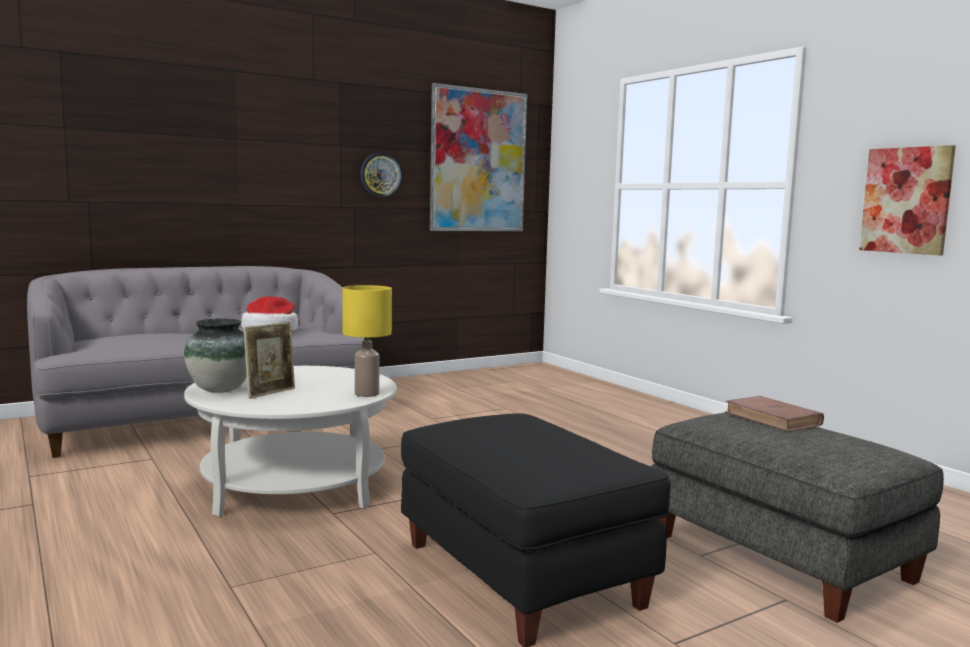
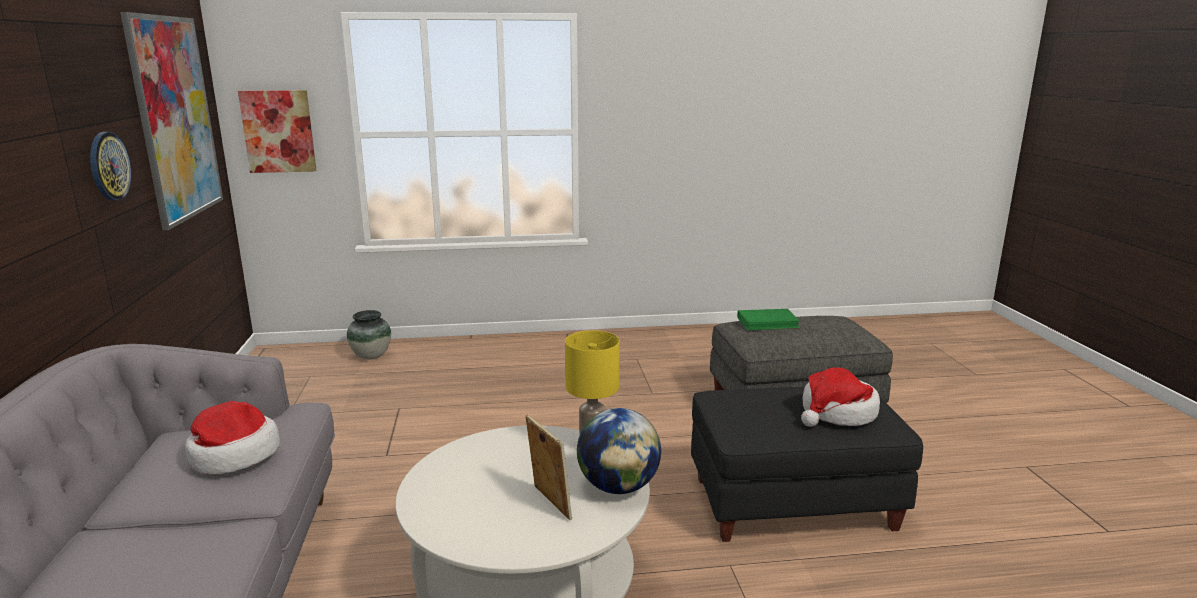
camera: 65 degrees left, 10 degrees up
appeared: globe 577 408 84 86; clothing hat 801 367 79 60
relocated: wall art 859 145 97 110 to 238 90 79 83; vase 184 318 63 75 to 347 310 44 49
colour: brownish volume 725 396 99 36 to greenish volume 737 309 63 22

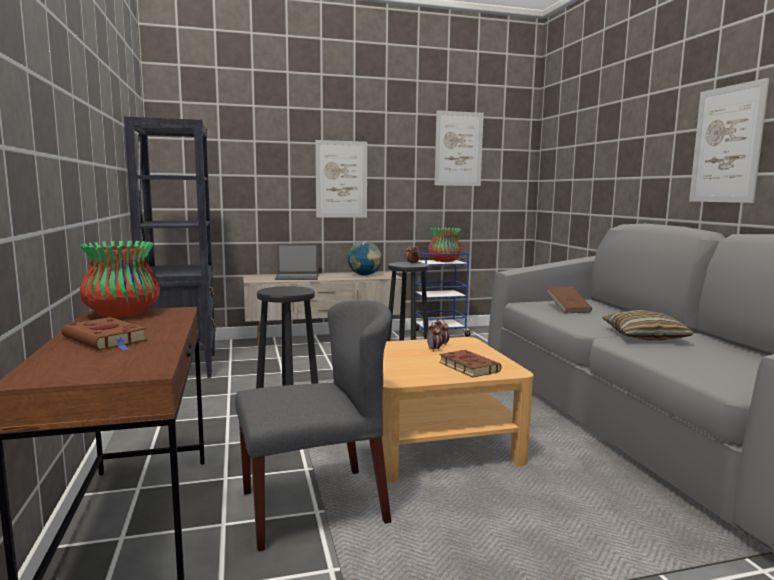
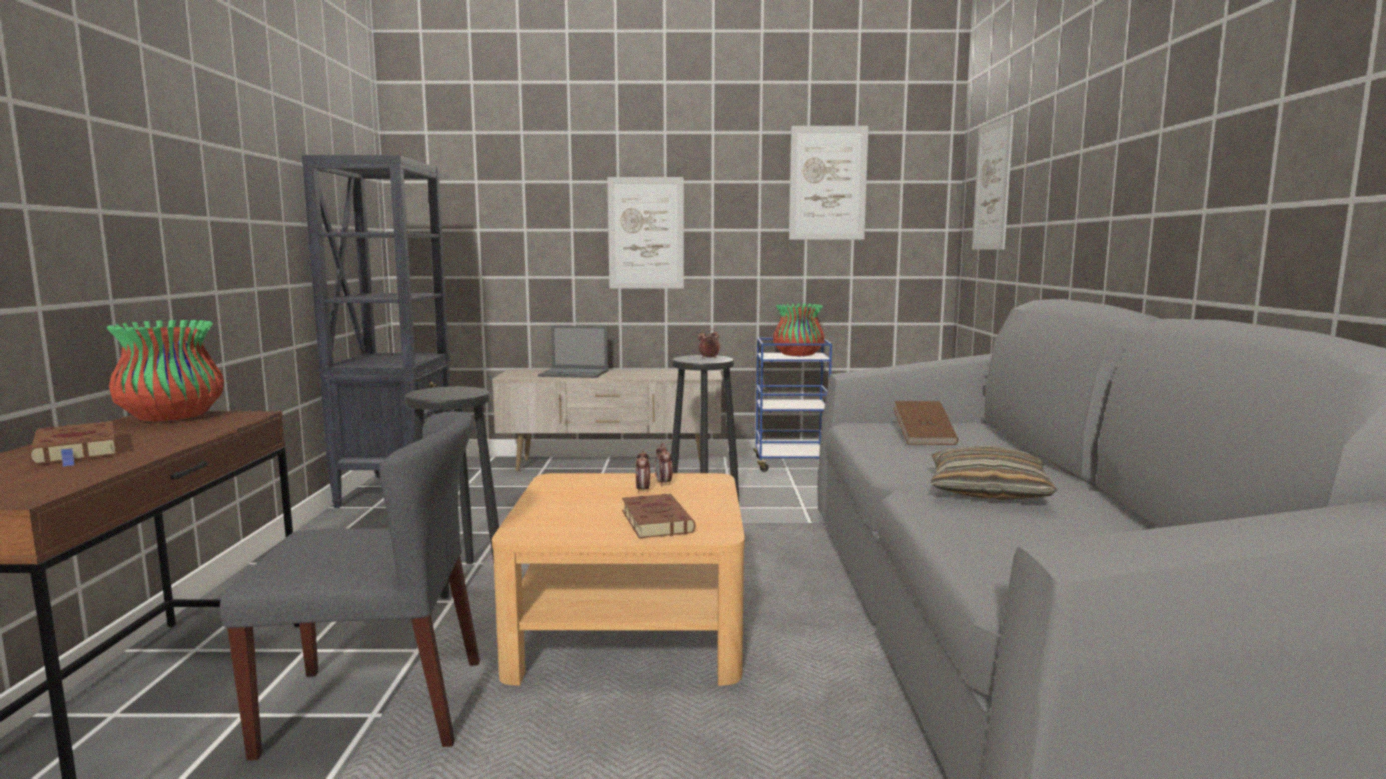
camera: 15 degrees right, 0 degrees up
missing: globe 348 241 34 34
relocated: wall art 689 78 81 125 to 972 115 42 135

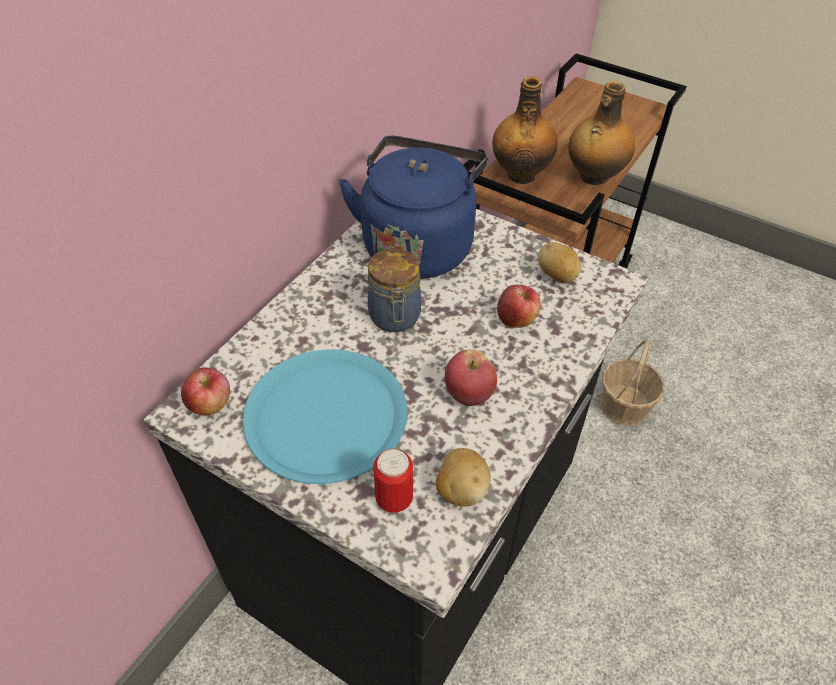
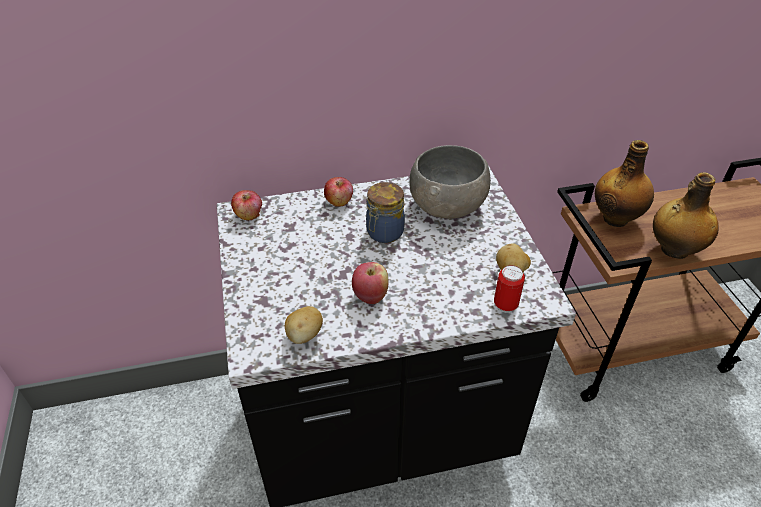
camera: 45 degrees right, 5 degrees down
missing: blue-coloured plate 243 349 164 135; storage basket 600 340 65 86
relocated: apple fruit 497 285 44 43 to 324 177 29 30; can 373 448 40 65 to 494 265 31 48
exchanged: blue-coloured water kettle 338 136 150 143 to greyish serving bowl 409 145 82 74

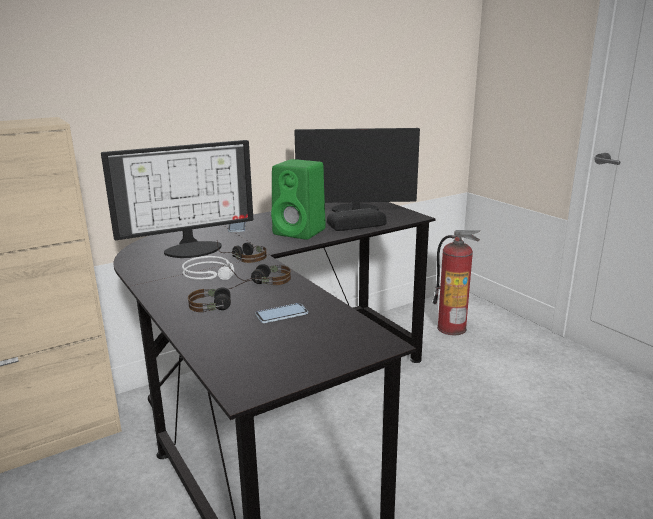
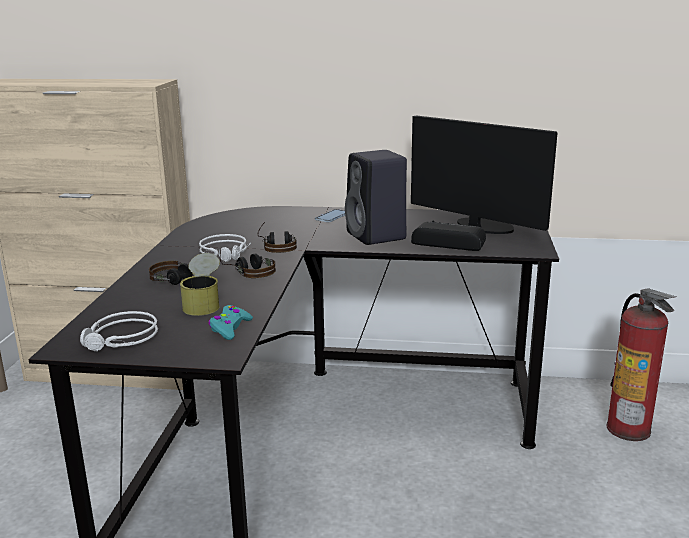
camera: 40 degrees right, 0 degrees up
missing: monitor 101 140 152 118
appeared: greyish pair of headphones 80 311 78 41; turquoise-coloured game controller 208 305 45 35
exchanged: handset 255 303 53 20 to can 180 253 40 63
colour: greenish loudspeaker 271 159 55 81 to blackish loudspeaker 345 150 62 95

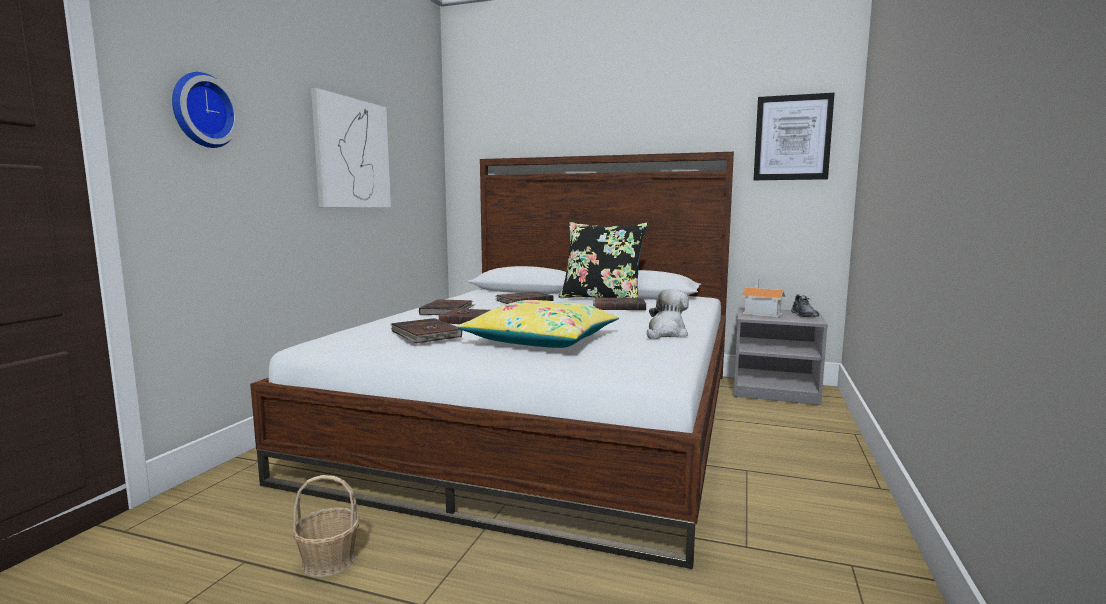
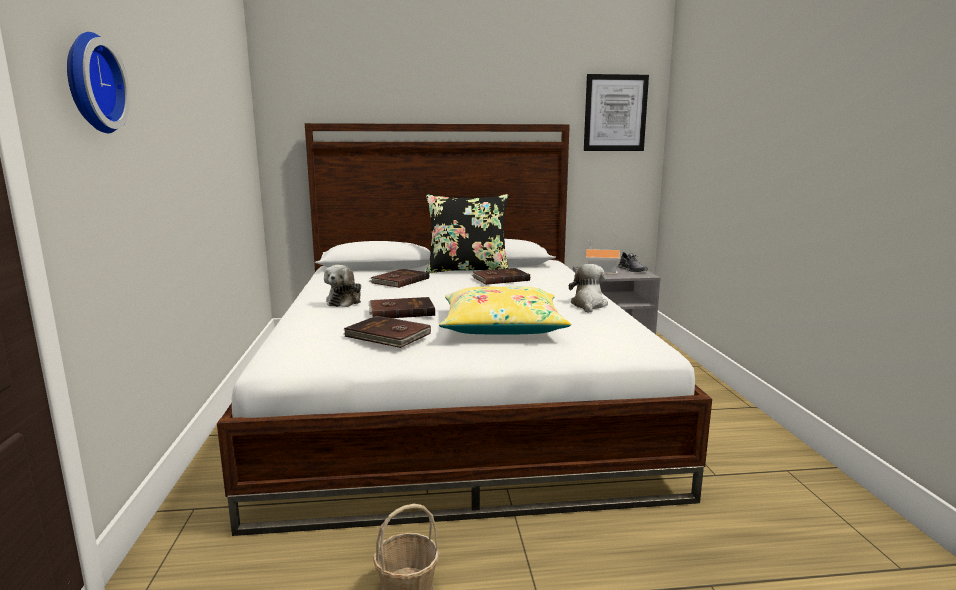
camera: 25 degrees left, 5 degrees up
missing: wall art 311 88 80 119
exchanged: brownish volume 419 299 56 16 to plush toy 324 265 37 42

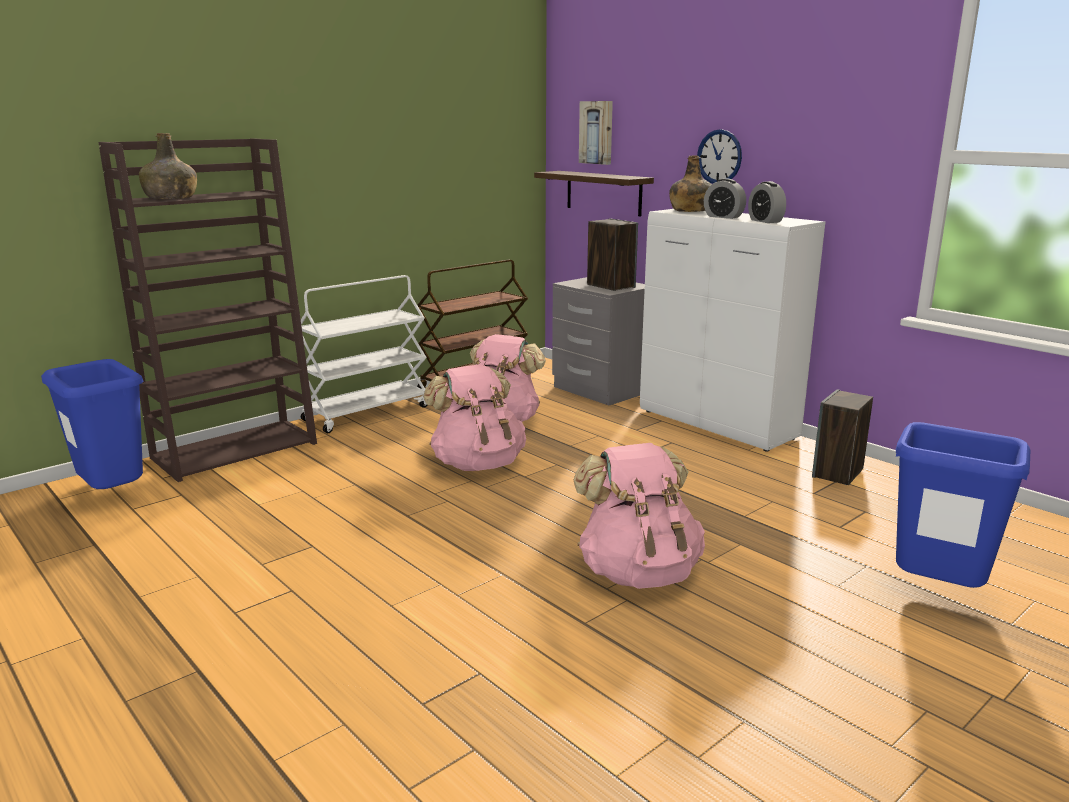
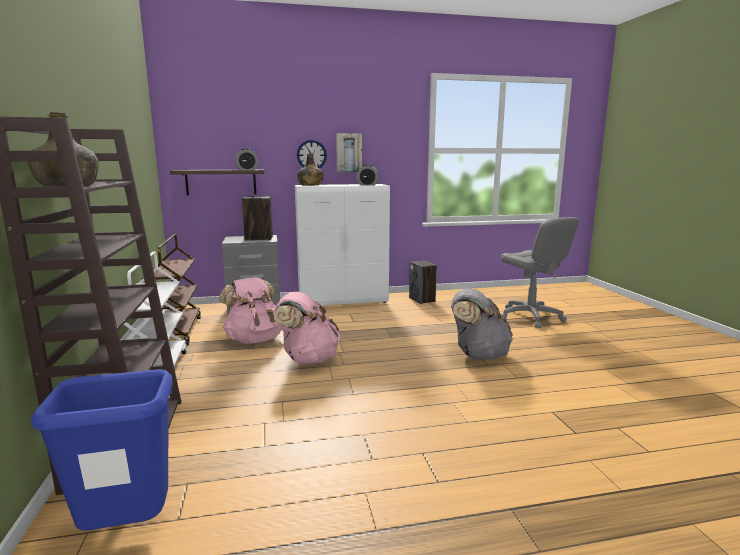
camera: 60 degrees left, 5 degrees down
relocated: bedside clock 704 179 42 40 to 235 148 23 22; wall art 579 101 34 64 to 336 133 26 39
exchanged: blue-coloured rubbish bin 896 422 134 166 to greyish office chair 501 217 78 111
colour: pink-coloured rucksack 574 443 131 146 to greyish rucksack 451 289 62 71

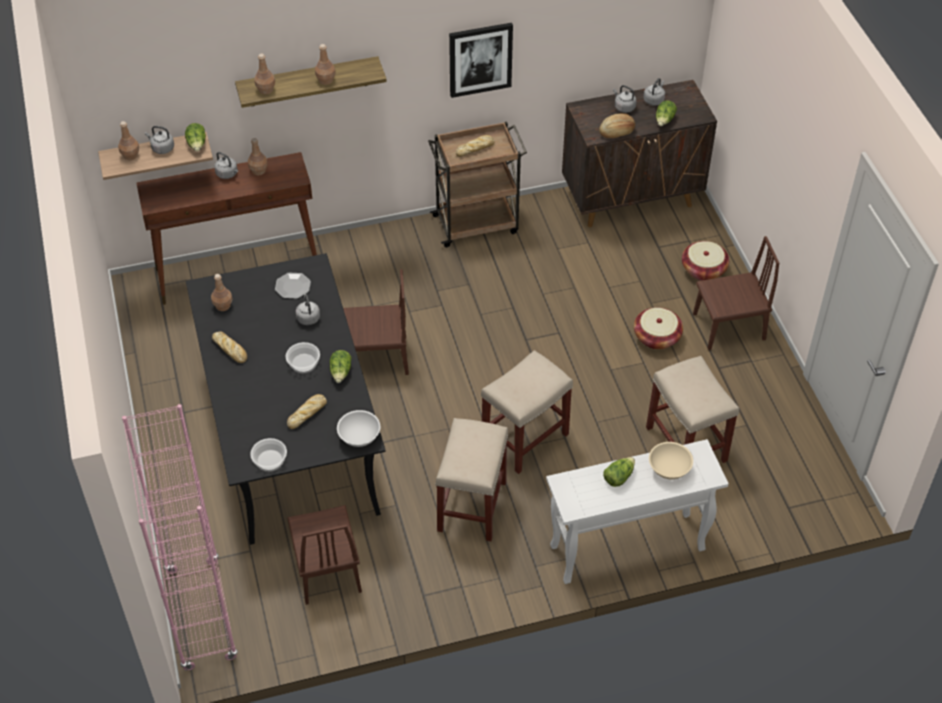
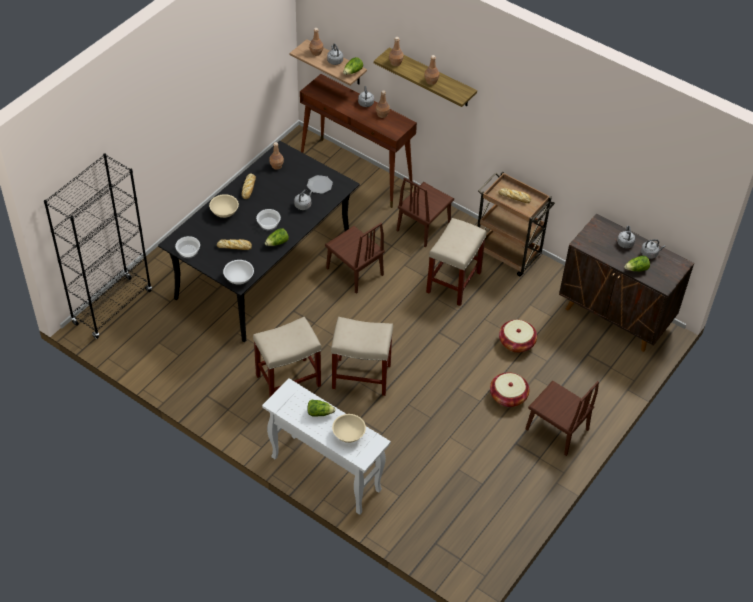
camera: 50 degrees right, 0 degrees up
missing: wall art 449 23 64 75; bakery bread 599 113 36 25
appeared: sand-coloured serving bowl 209 194 30 24
relocated: brownish upright chair 287 505 75 100 to 396 178 58 69; sand-coloured stool seat 646 356 93 107 to 426 218 60 88; storage basket 682 241 47 40 to 499 320 38 33
colour: pink-coloured bookshelf 122 404 116 267 to blackish bookshelf 44 153 108 186

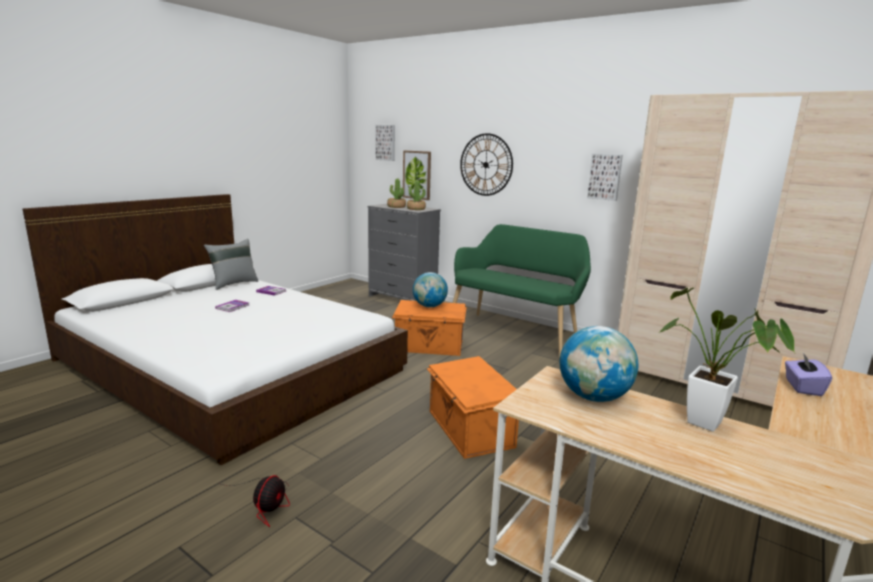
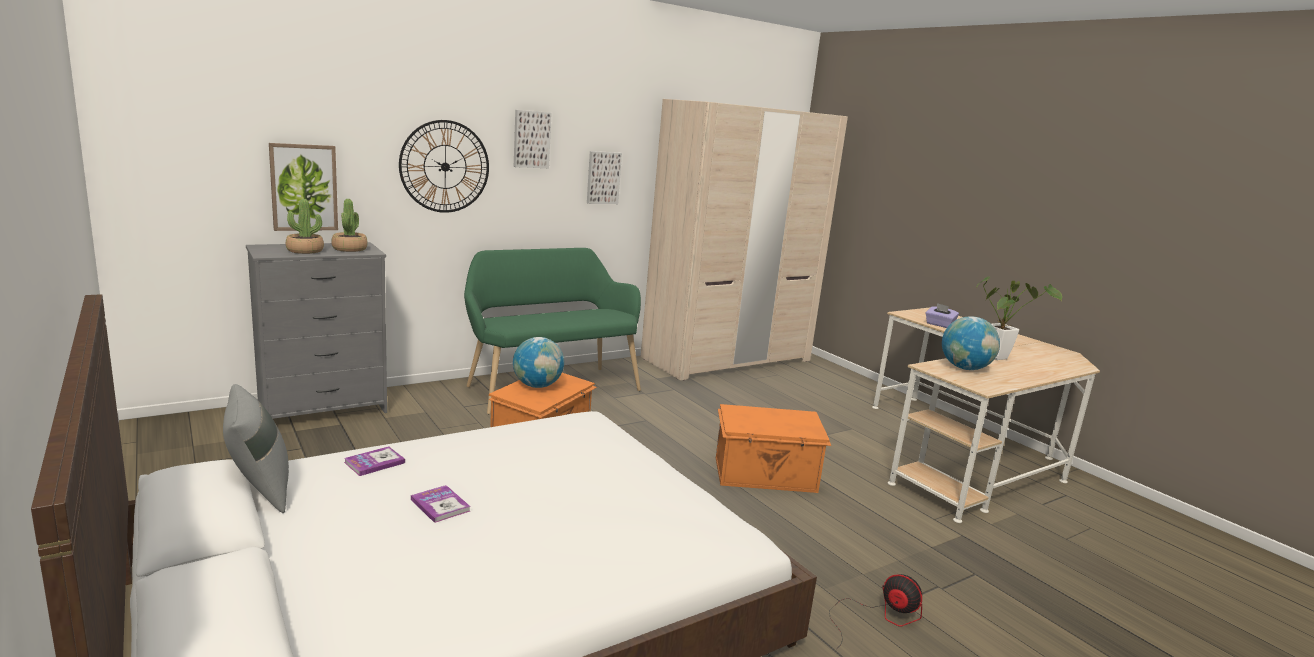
camera: 70 degrees left, 0 degrees up
relocated: wall art 376 125 19 36 to 514 110 38 58

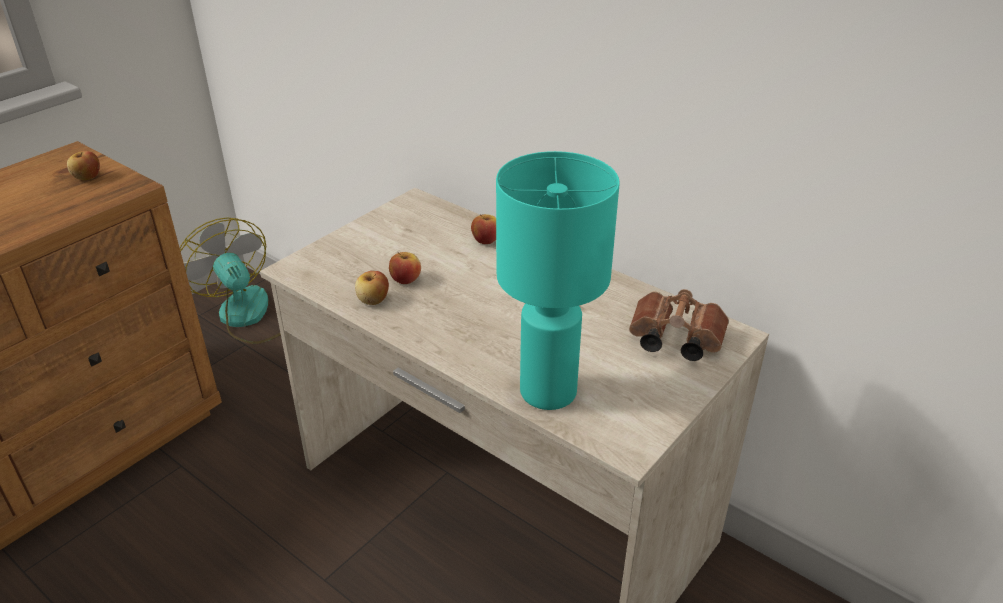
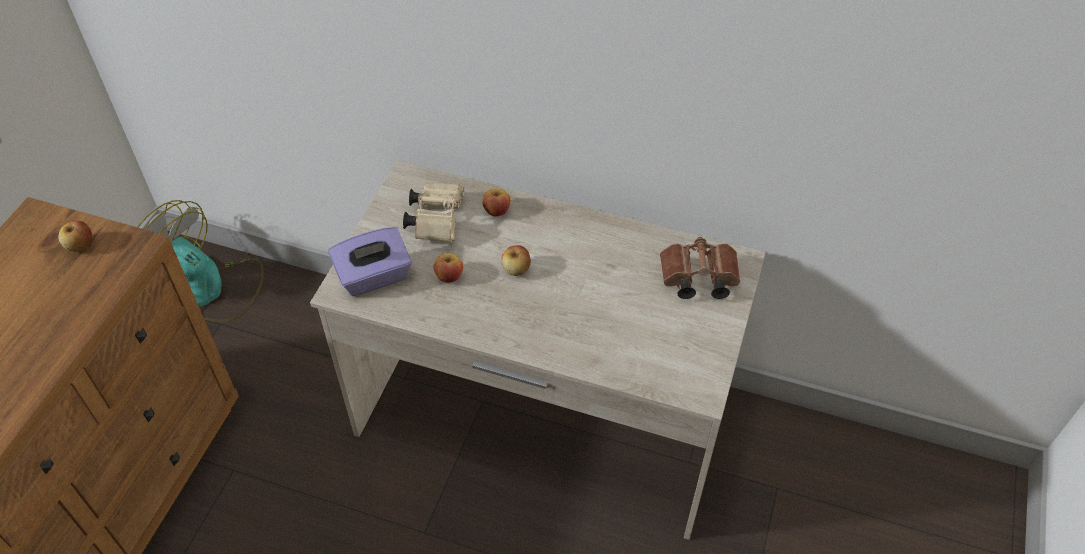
camera: 20 degrees left, 15 degrees up
missing: turquoise-coloured table lamp 496 151 123 259
appeared: purplish box of tissues 328 227 84 69; sand-coloured field glasses 403 182 61 61
relocated: apple fruit 355 271 34 34 to 501 245 30 31

